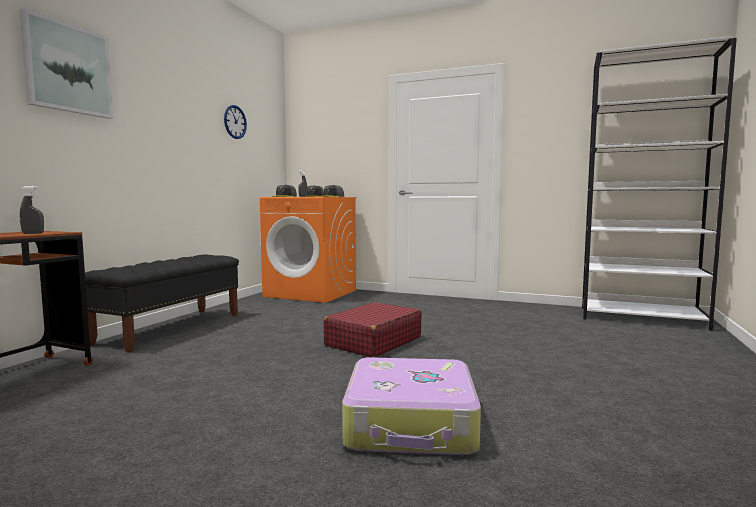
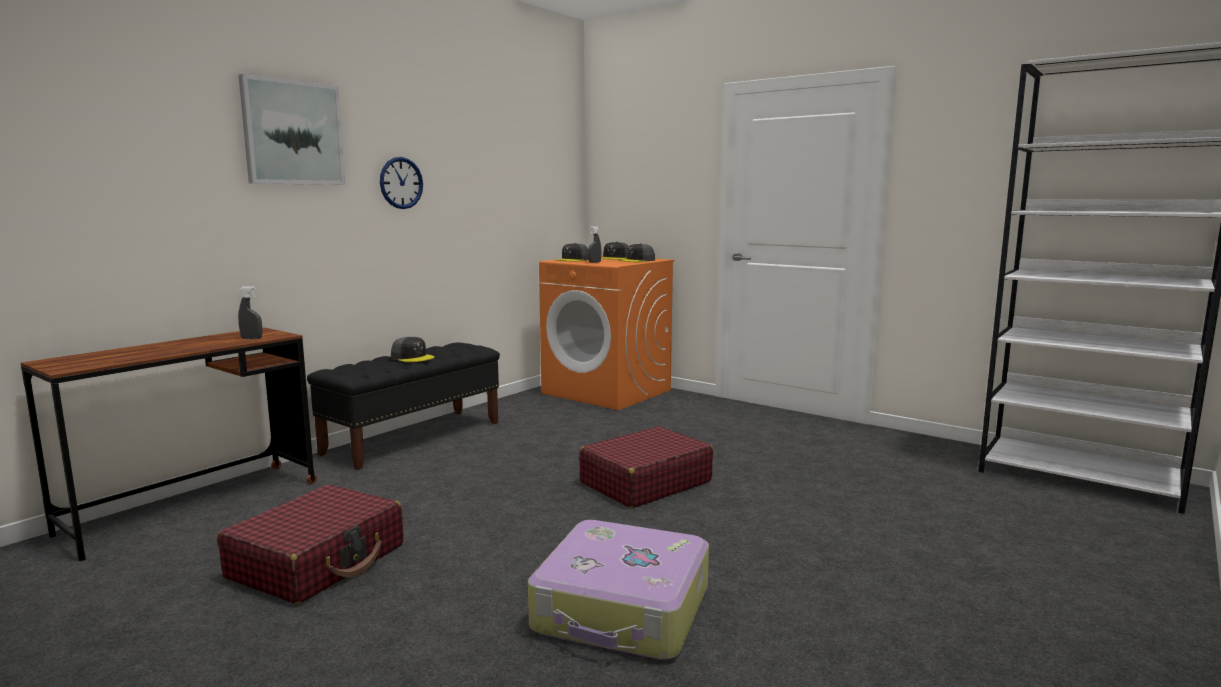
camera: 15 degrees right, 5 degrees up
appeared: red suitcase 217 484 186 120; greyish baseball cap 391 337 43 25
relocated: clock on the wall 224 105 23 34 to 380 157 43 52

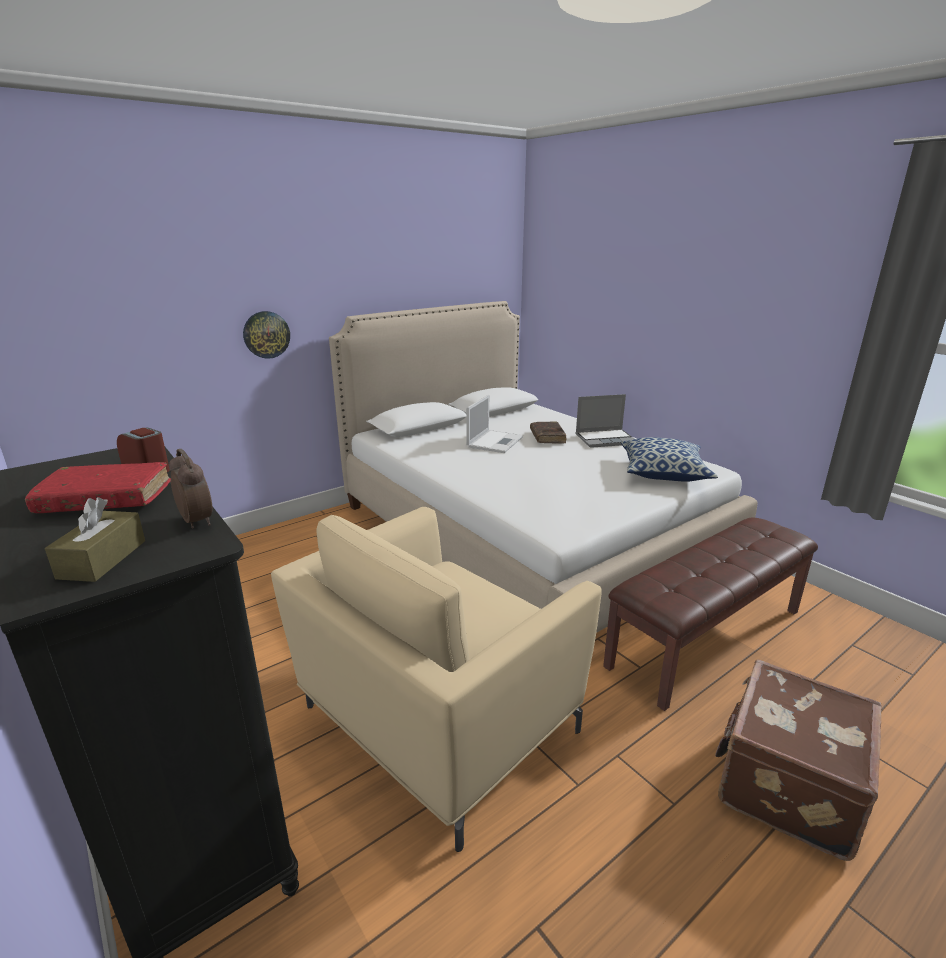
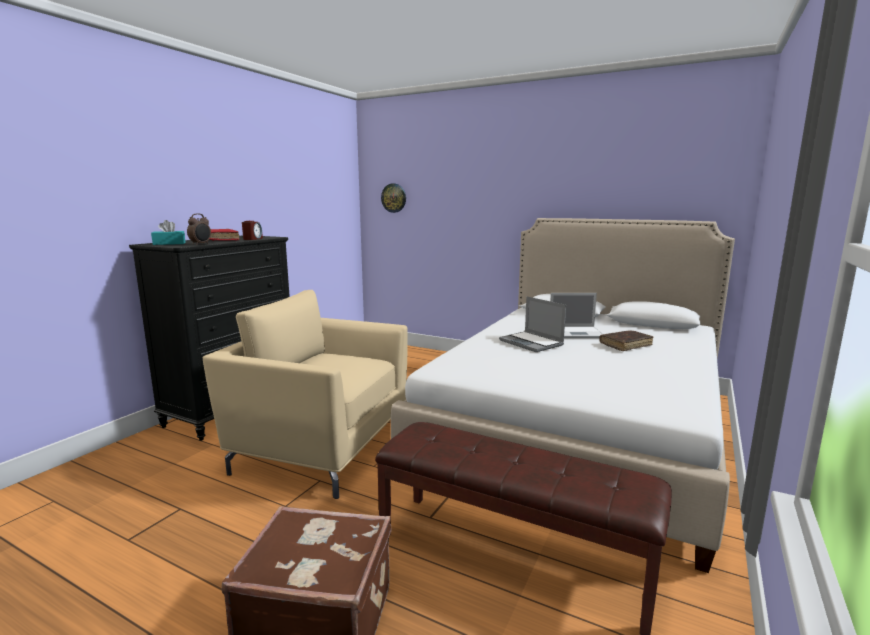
camera: 65 degrees right, 10 degrees down
missing: pillow 621 437 97 45
relocated: clock on the wall 243 311 47 48 to 381 184 25 29; notebook computer 575 394 59 54 to 499 296 67 56
colour: brownish box of tissues 45 497 100 85 to turquoise-coloured box of tissues 151 220 35 25

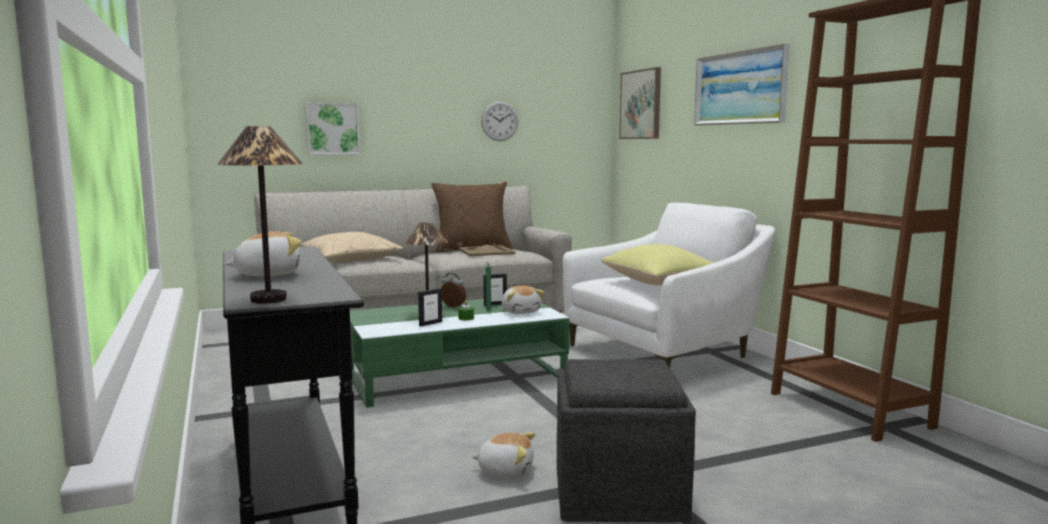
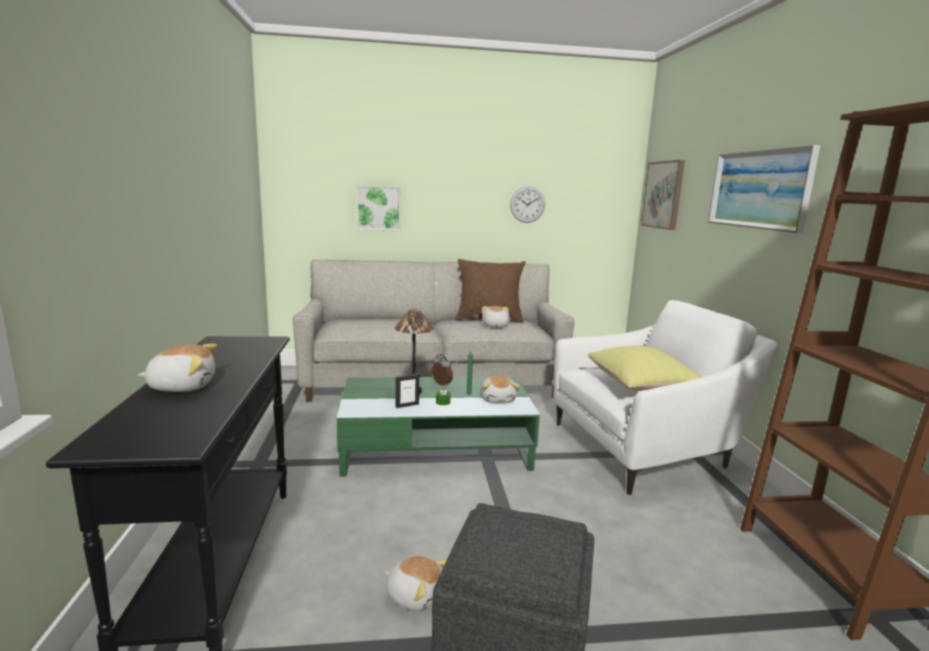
camera: 15 degrees right, 5 degrees up
missing: table lamp 217 126 86 178; sand-coloured pillow 299 232 104 31; standing frame 483 273 24 33
exchanged: sand-coloured serving tray 459 245 57 11 to plush toy 482 306 28 22

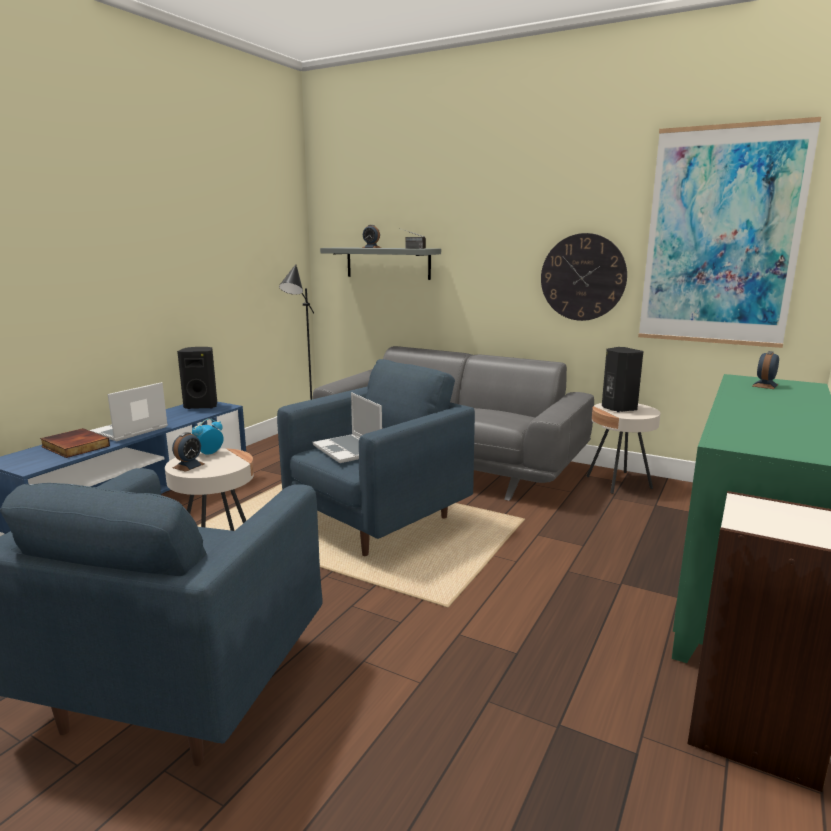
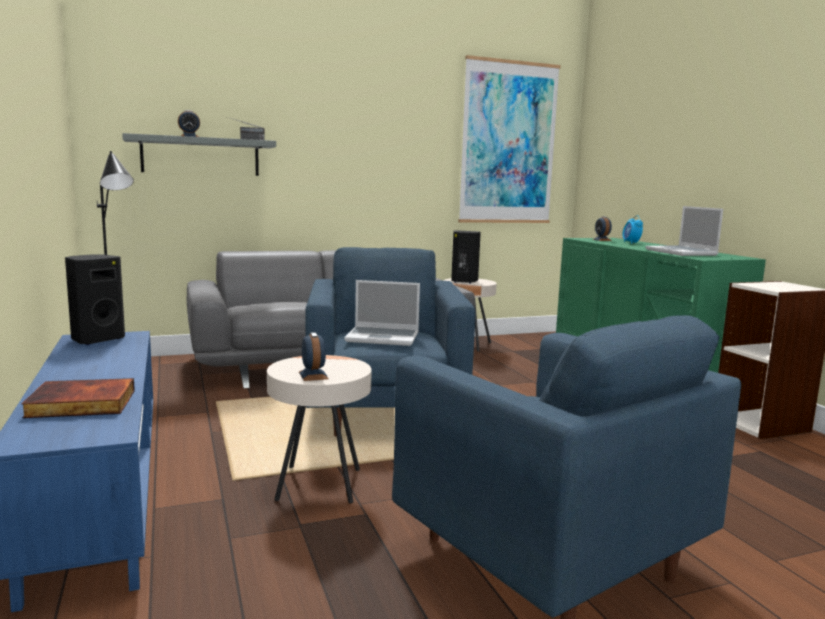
camera: 50 degrees left, 5 degrees down
missing: clock on the wall 541 233 86 88
relocated: bedside clock 192 419 32 36 to 622 215 21 29; notebook computer 89 382 79 59 to 645 206 78 50

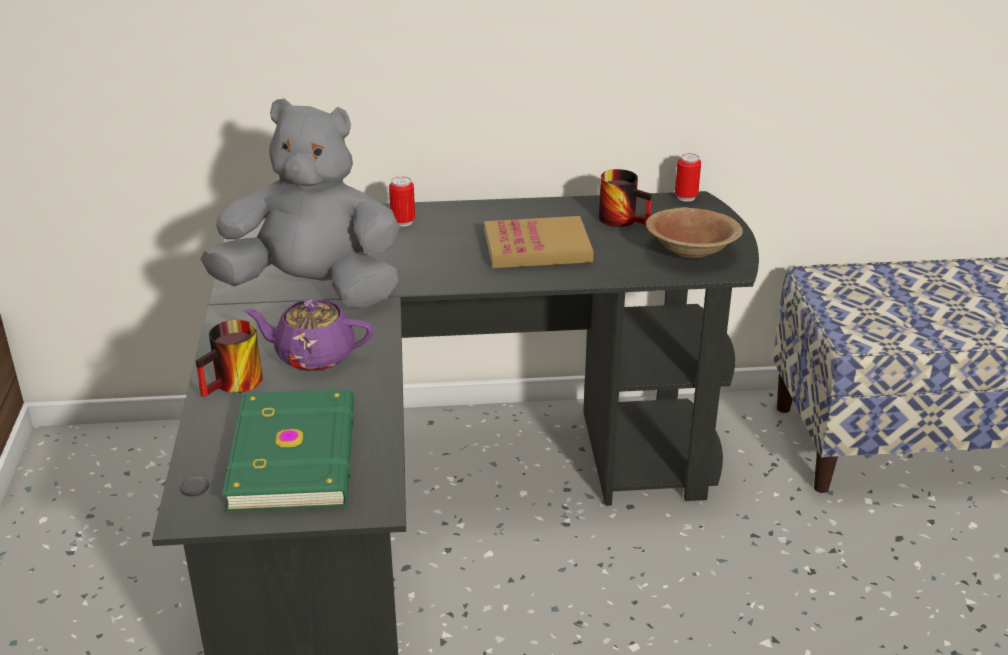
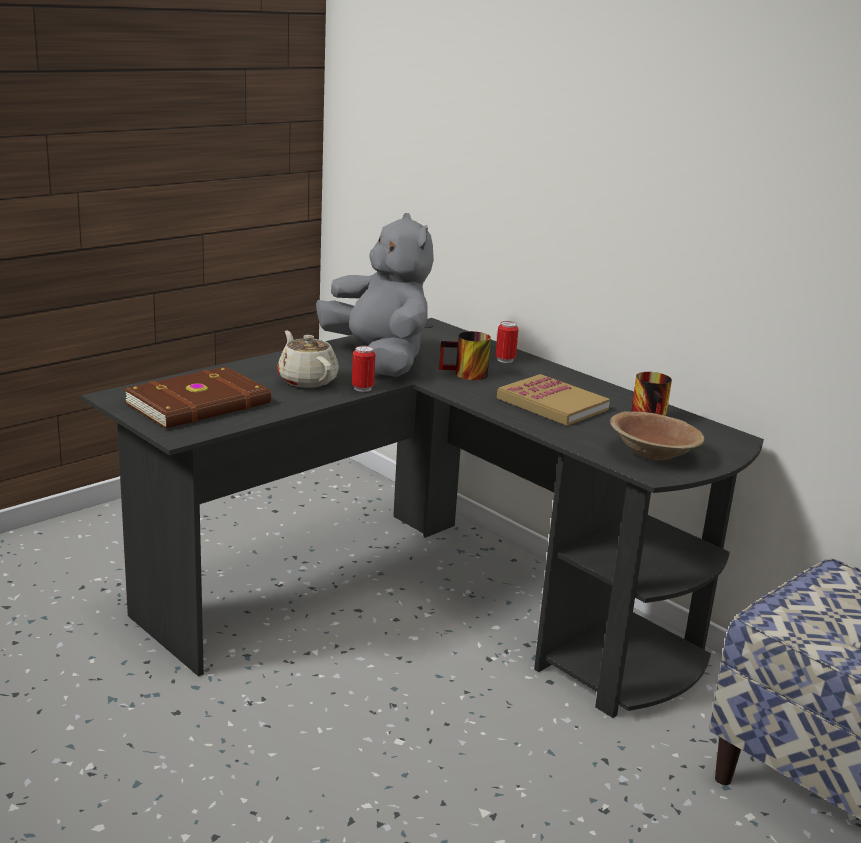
camera: 50 degrees right, 10 degrees down
relocated: can 675 153 26 49 to 352 346 24 46; coffee mug 195 320 68 77 to 439 331 52 49
colour: greenish volume 222 389 132 123 to brownish volume 123 366 148 63; purplish tea pot 244 299 129 72 to sand-coloured tea pot 277 331 62 57

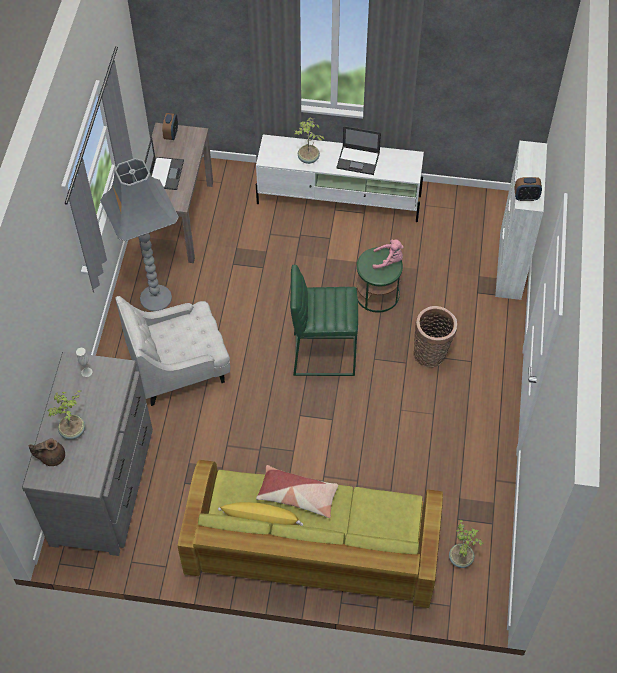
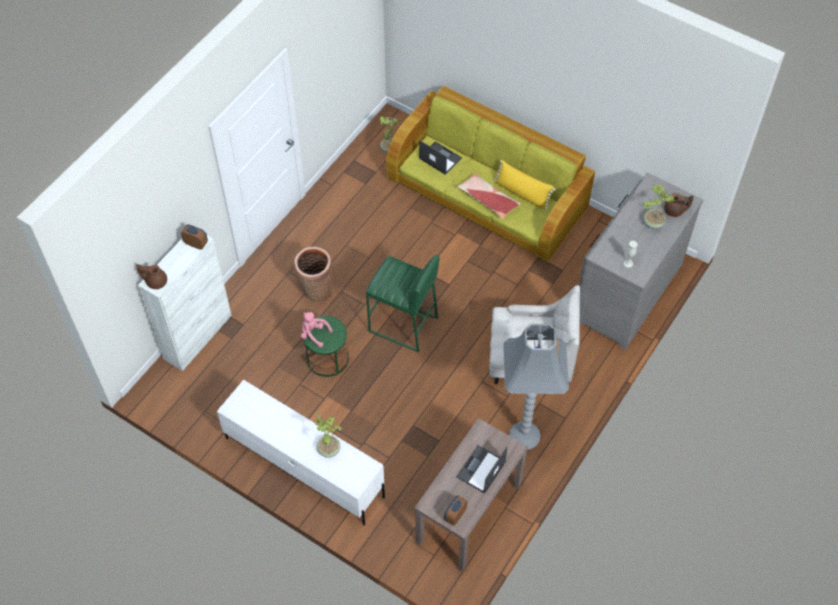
camera: 155 degrees left, 0 degrees up
appeared: brownish tea pot 136 264 31 25
relocated: notebook computer 336 126 45 49 to 419 140 43 35

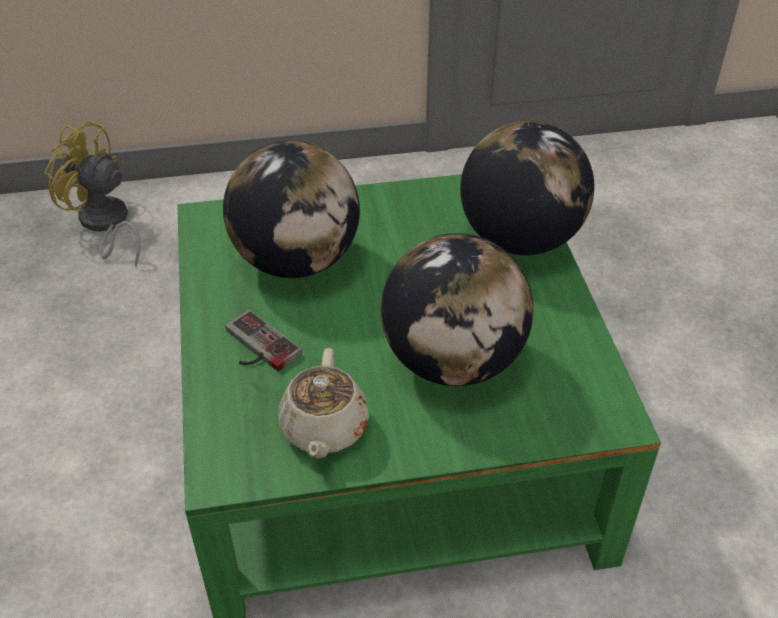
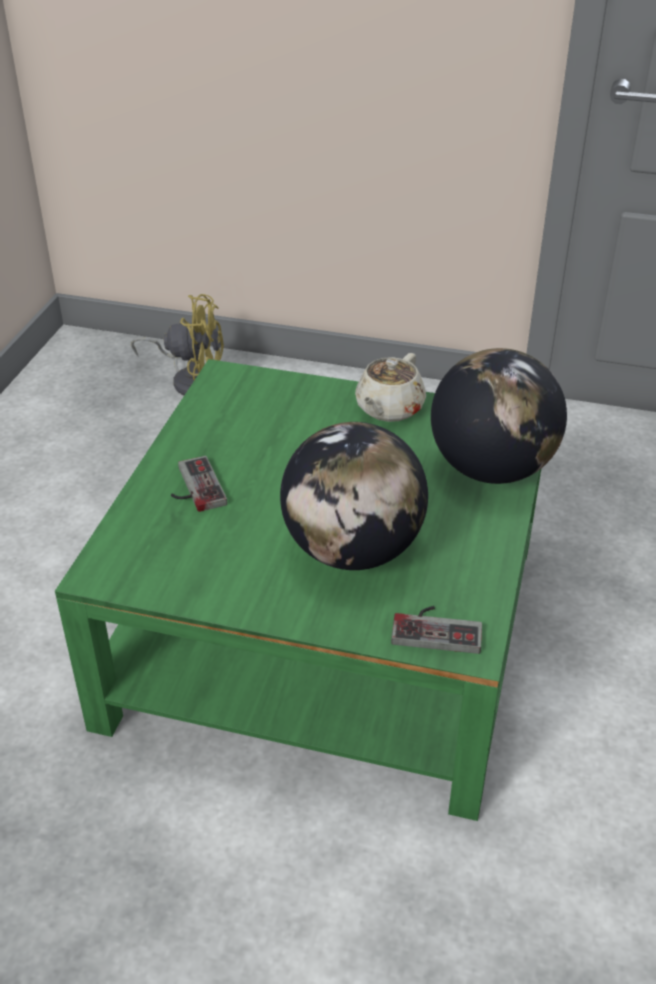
camera: 25 degrees right, 5 degrees down
missing: globe 223 141 137 137
appeared: game controller 391 606 91 48
relocated: sand-coloured tea pot 278 348 91 111 to 355 353 71 69
spun: yellow cooling fan 44 120 97 147 = 131 294 93 101 135 degrees clockwise

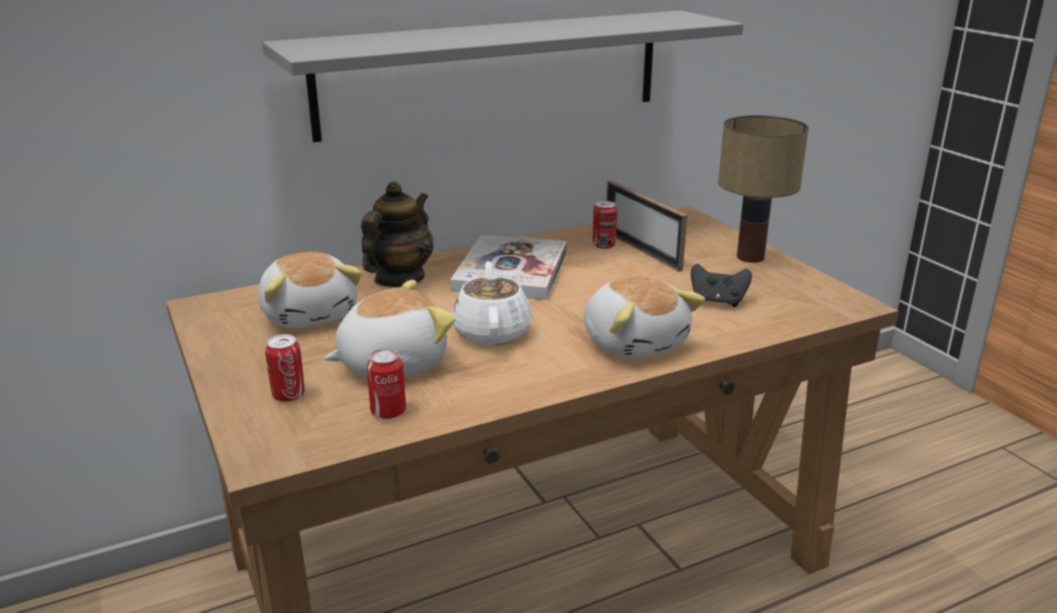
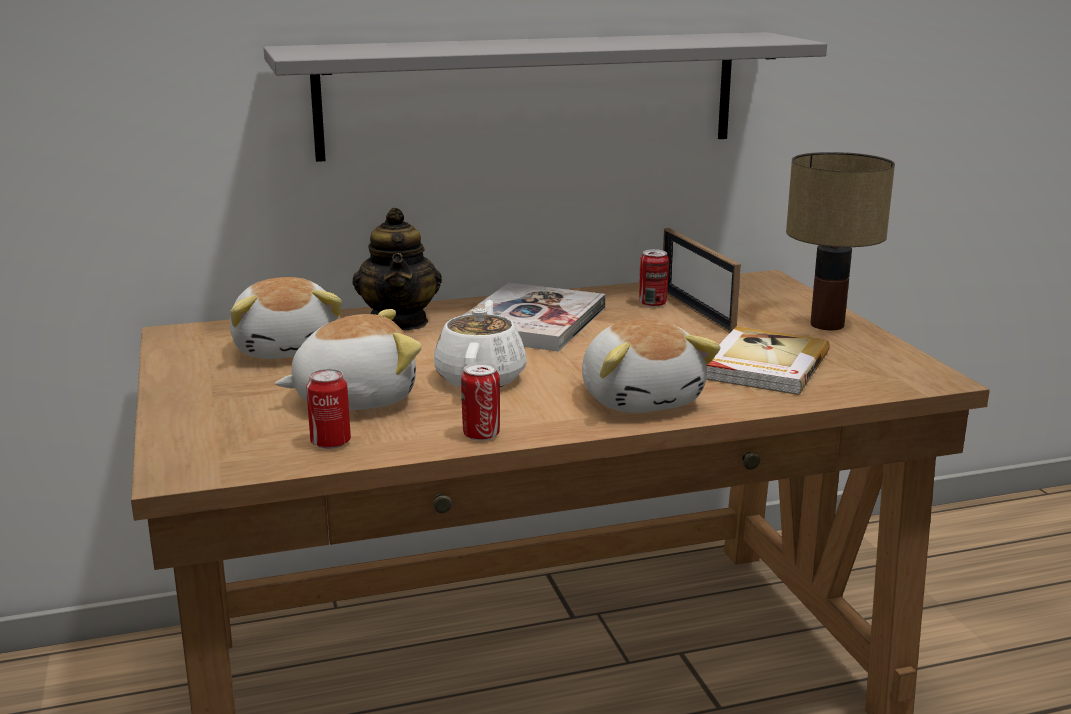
camera: 10 degrees right, 5 degrees down
relocated: can 265 334 40 68 to 461 362 39 79
exchanged: blackish game controller 691 264 61 43 to volume 706 326 124 69
spun: tea pot 361 181 72 106 = 352 208 90 122 135 degrees clockwise

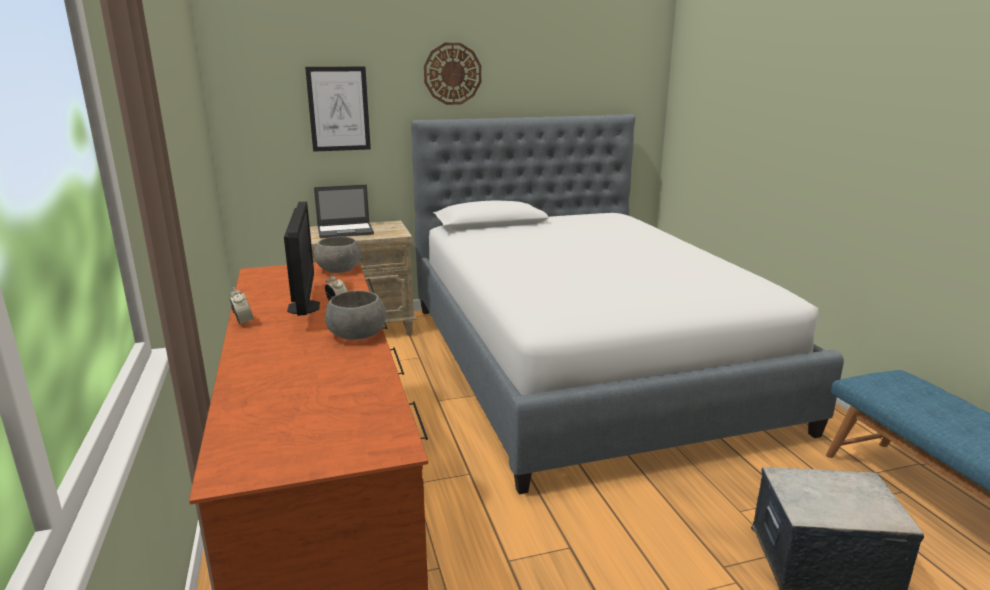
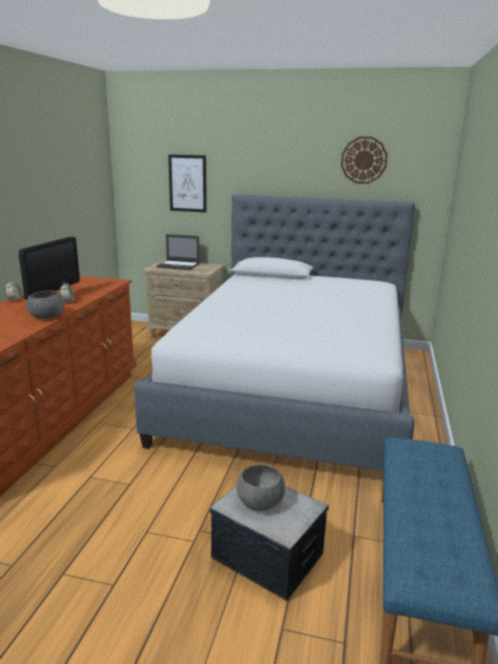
camera: 30 degrees right, 0 degrees up
relocated: greyish serving bowl 314 236 48 37 to 236 465 49 46; clock on the wall 424 43 58 62 to 341 136 47 48

